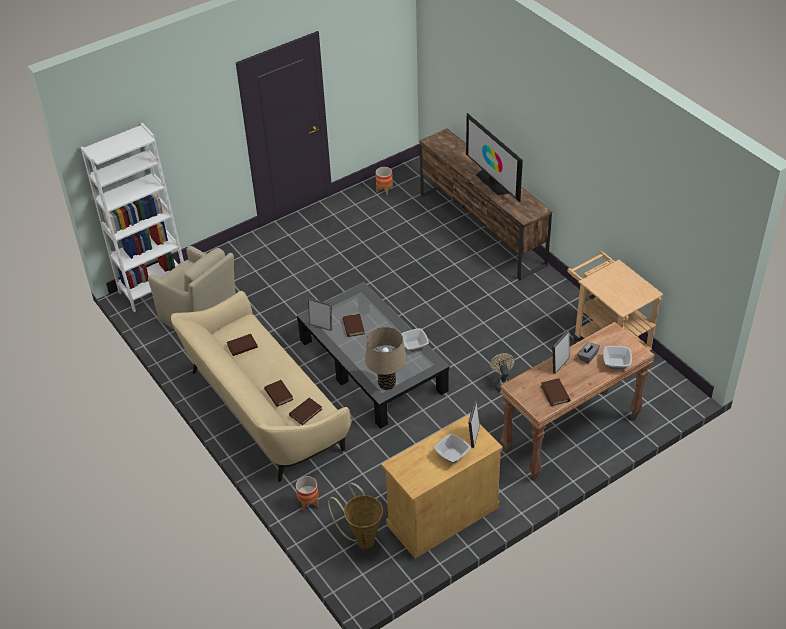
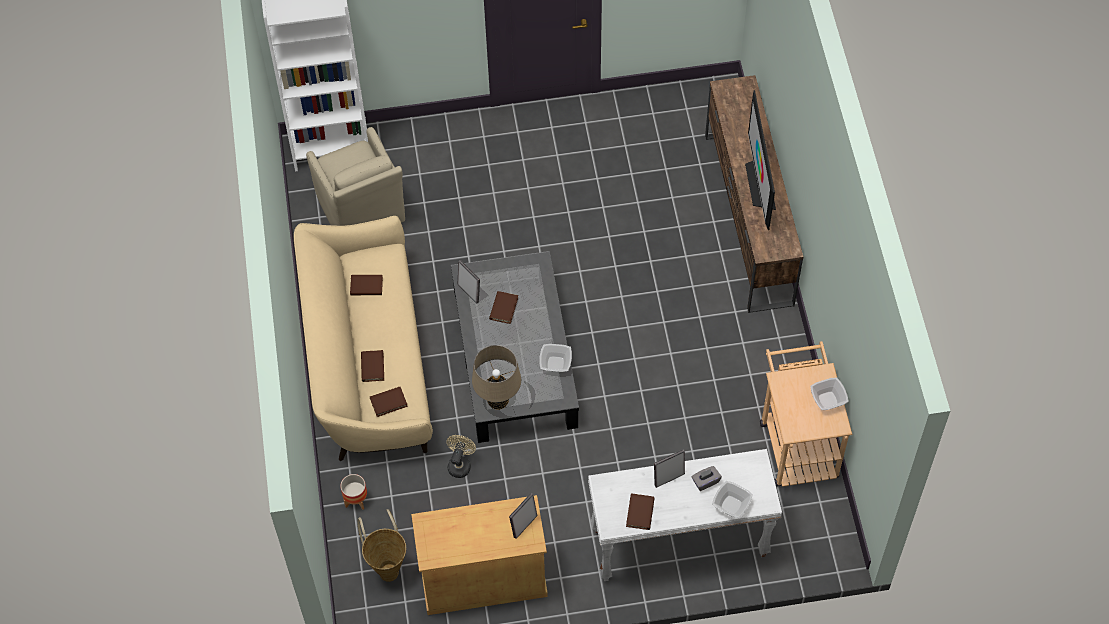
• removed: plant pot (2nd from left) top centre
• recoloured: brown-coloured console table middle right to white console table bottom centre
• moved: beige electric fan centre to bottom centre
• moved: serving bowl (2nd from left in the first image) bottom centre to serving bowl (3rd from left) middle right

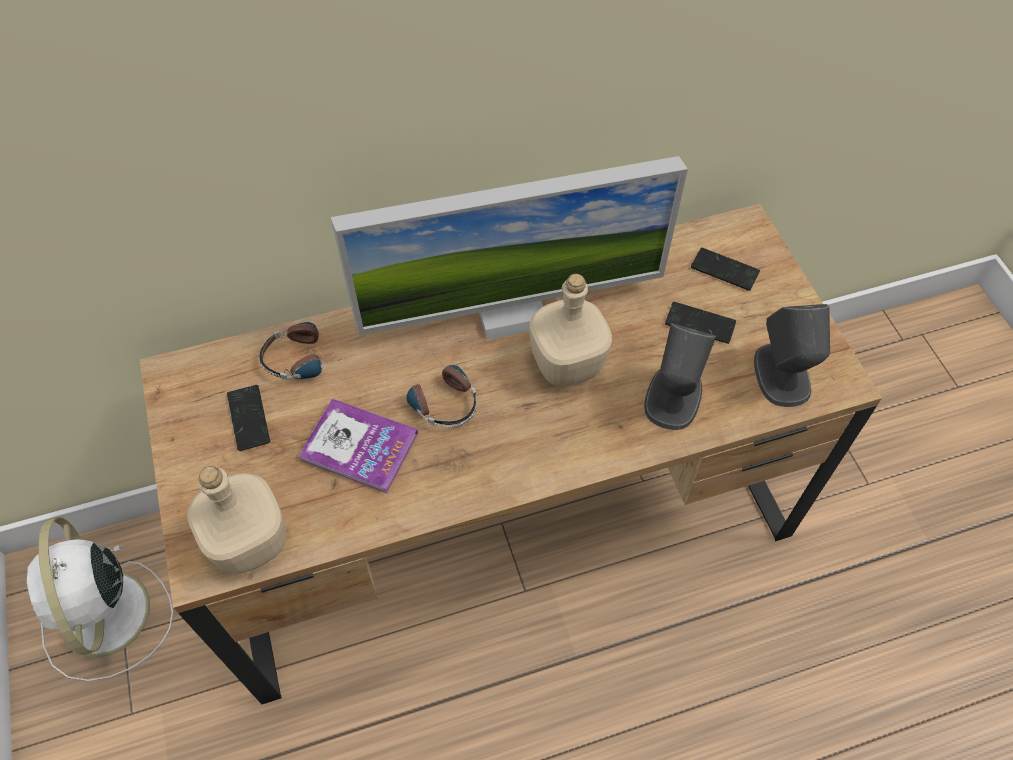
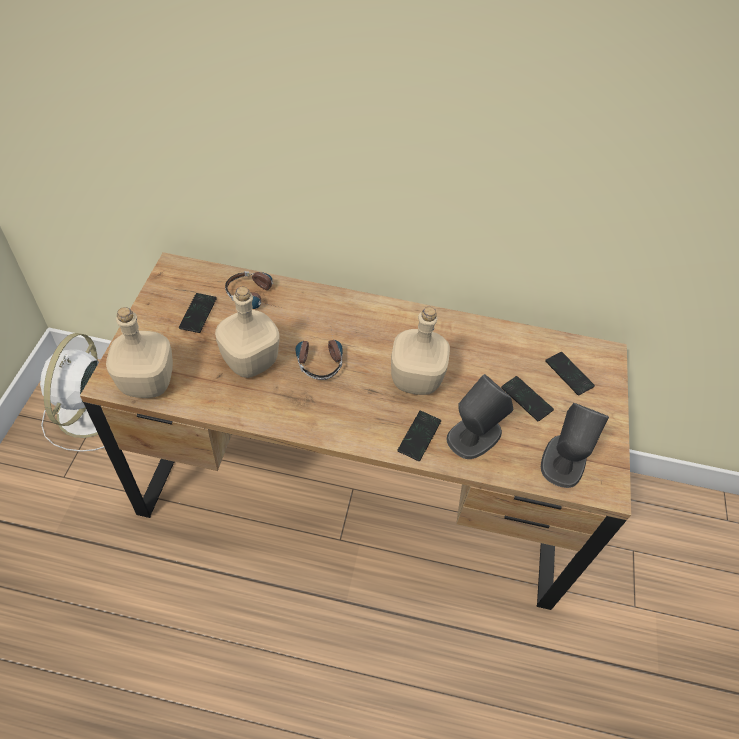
• removed: monitor top centre
• replaced: volume centre to beige beverage bottle (2nd from left) centre
• added: phone (2nd from left) centre

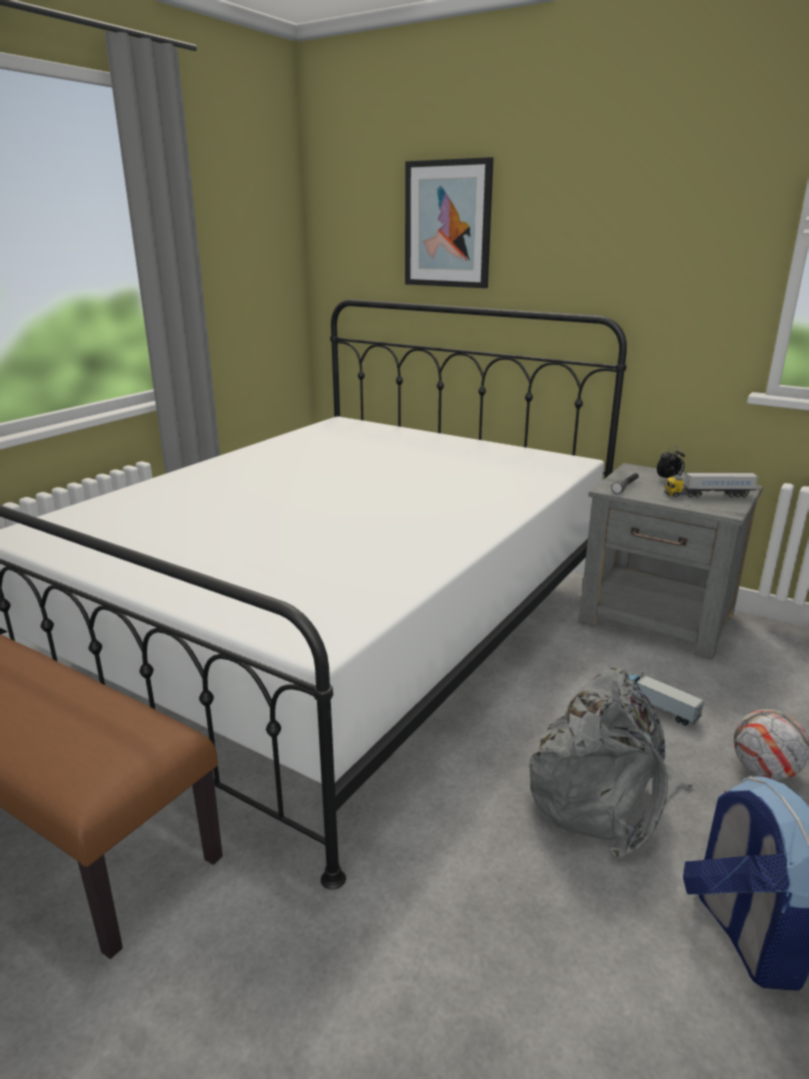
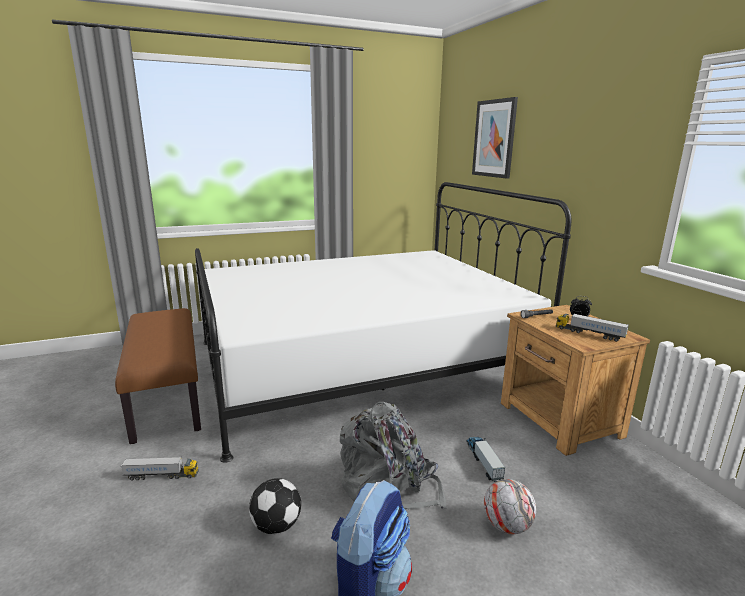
• recoloured: greyish bedside table middle right to brown-coloured bedside table middle right
• added: toy truck (1st from left) bottom left
• added: football ball (1st from left) bottom centre

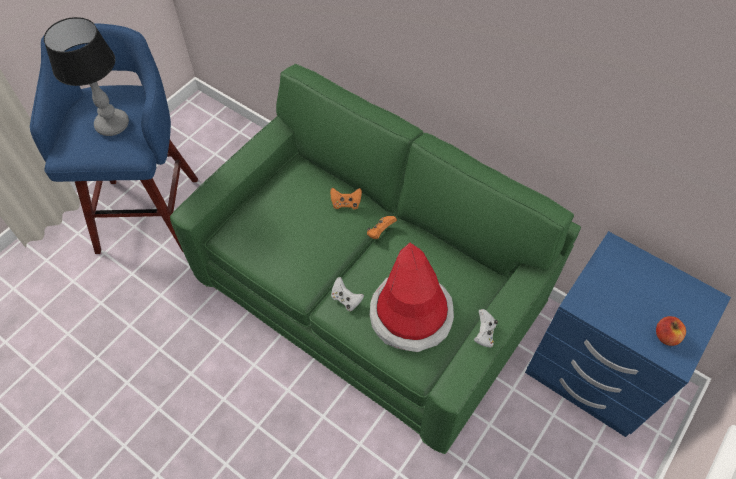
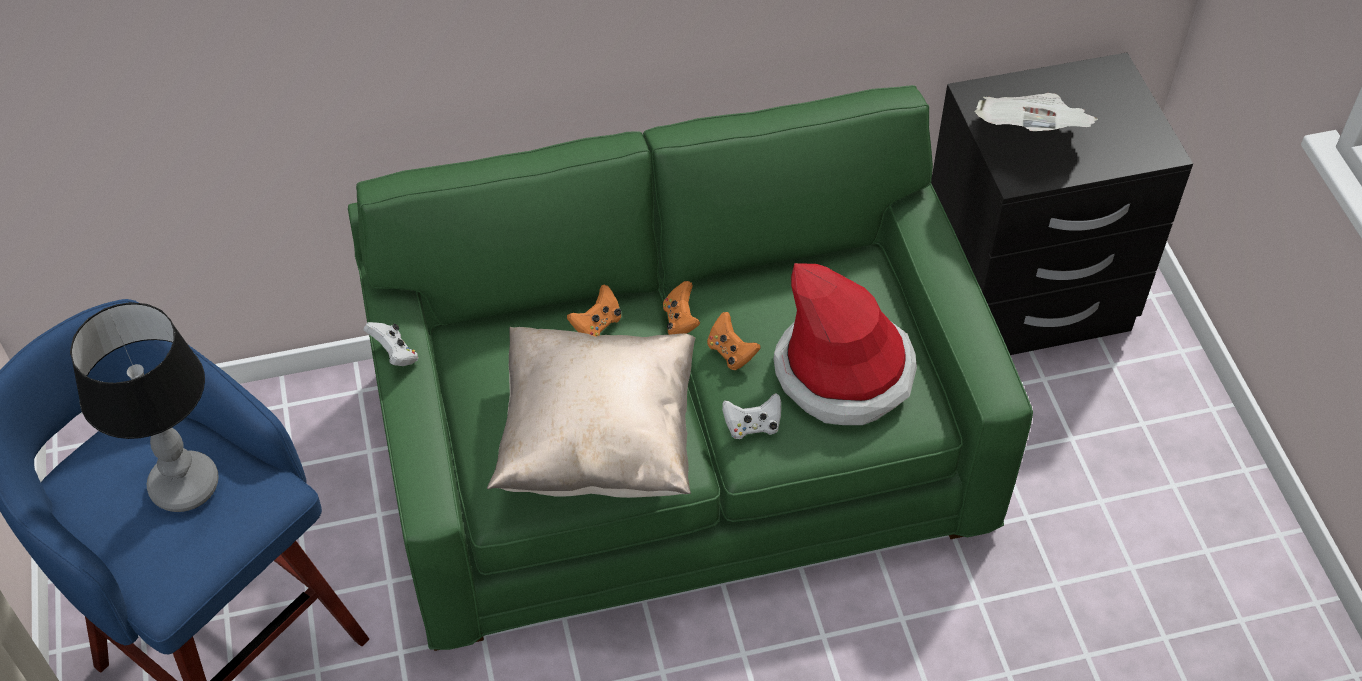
• recoloured: blue-coloured bedside table bottom right to blackish bedside table top right
• moved: white gamepad (2nd from left in the first image) bottom centre to white gamepad (1st from left) middle left
• removed: apple fruit bottom right
• added: printed paper top right
• added: orange-coloured gamepad (3rd from left) centre
• added: beige throw pillow centre

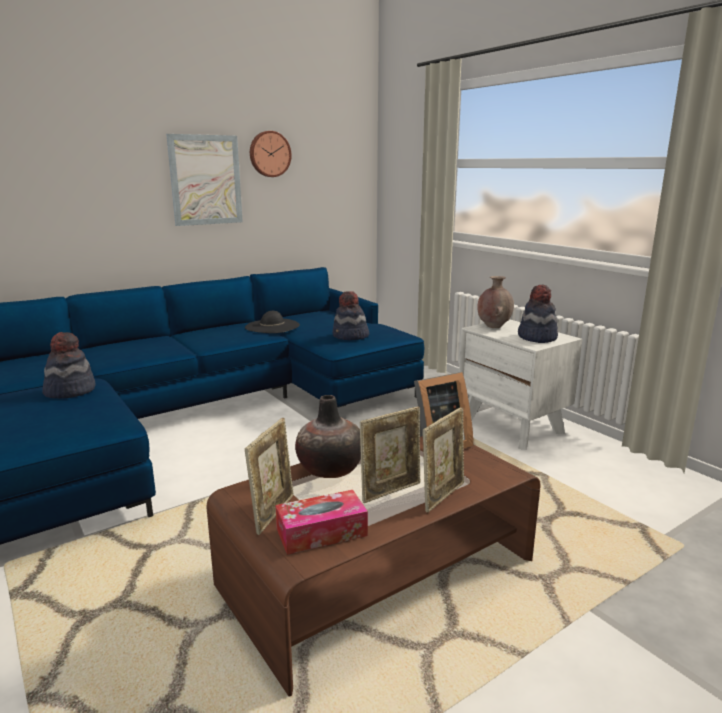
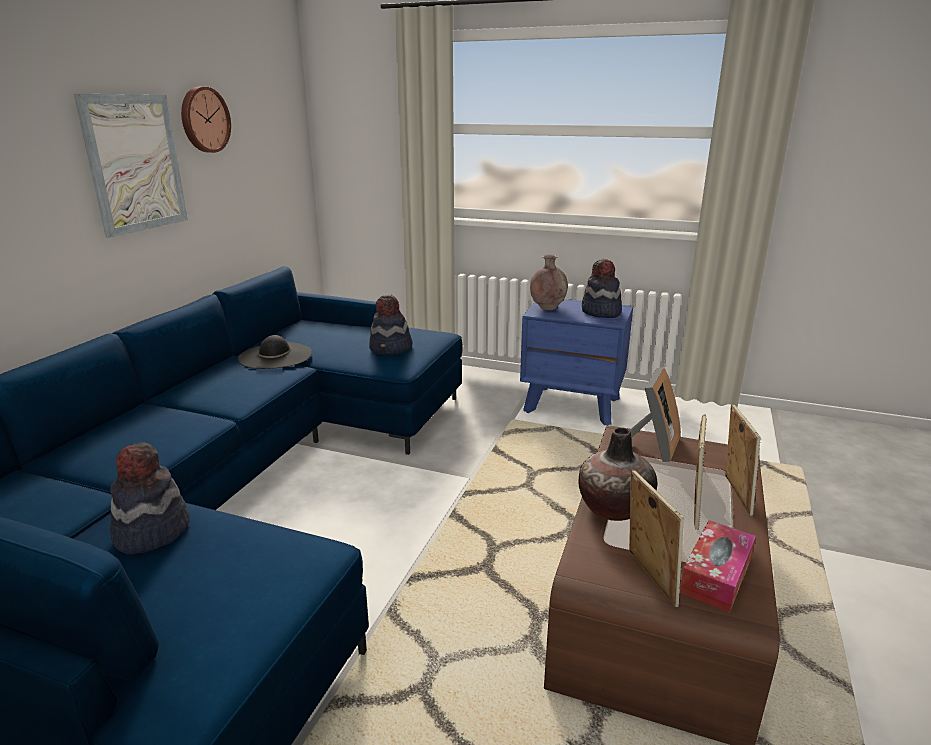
• recoloured: white bedside table middle right to blue-coloured bedside table centre

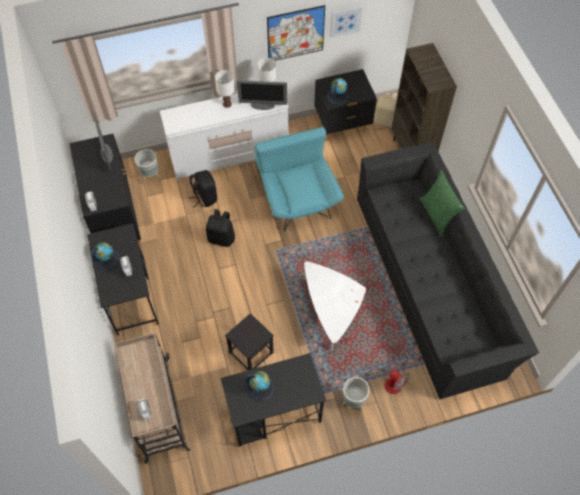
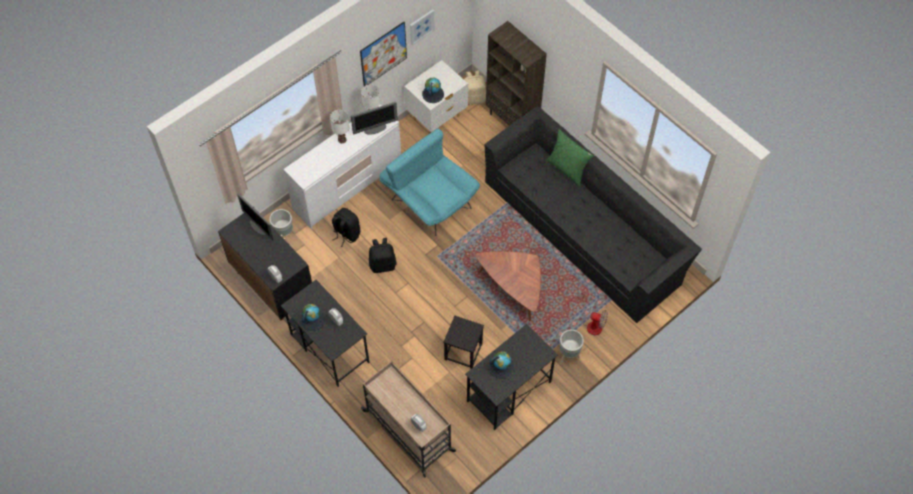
• recoloured: blackish bedside table top centre to white bedside table top centre
• recoloured: white low table centre to brown-coloured low table centre

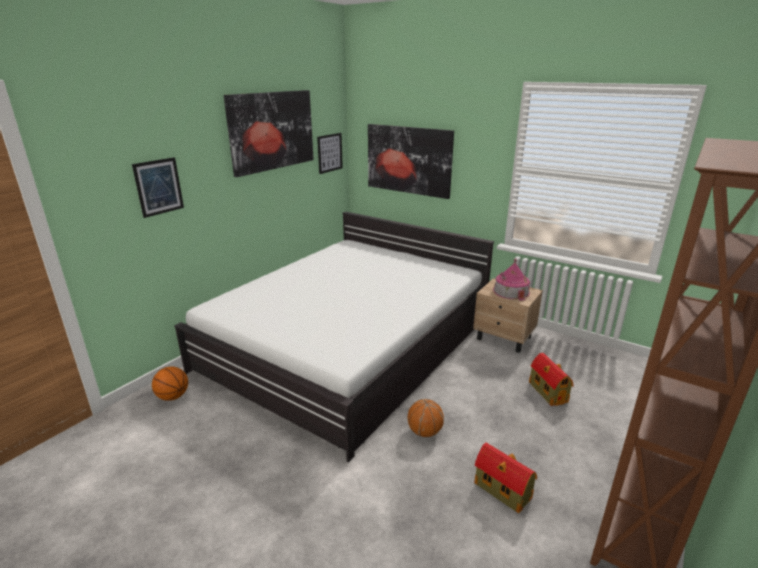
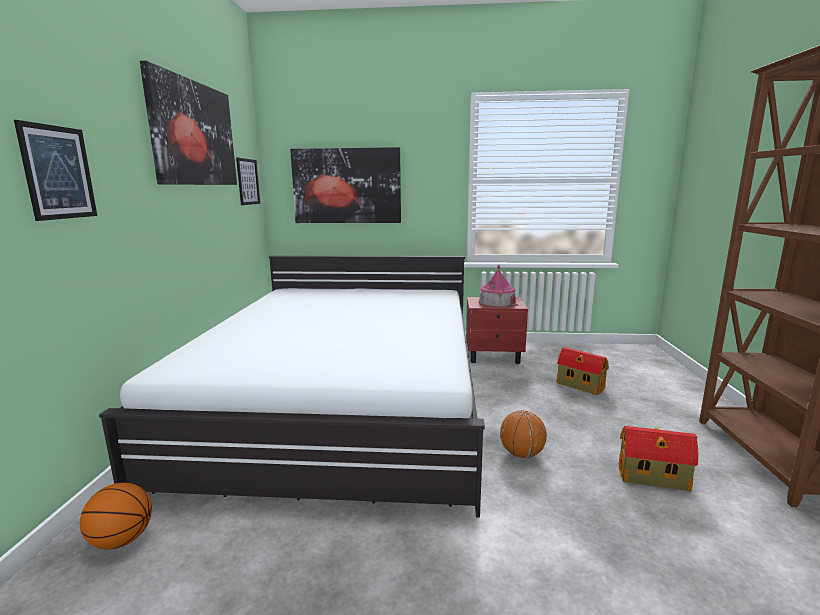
• recoloured: beige bedside table middle right to red-coloured bedside table centre

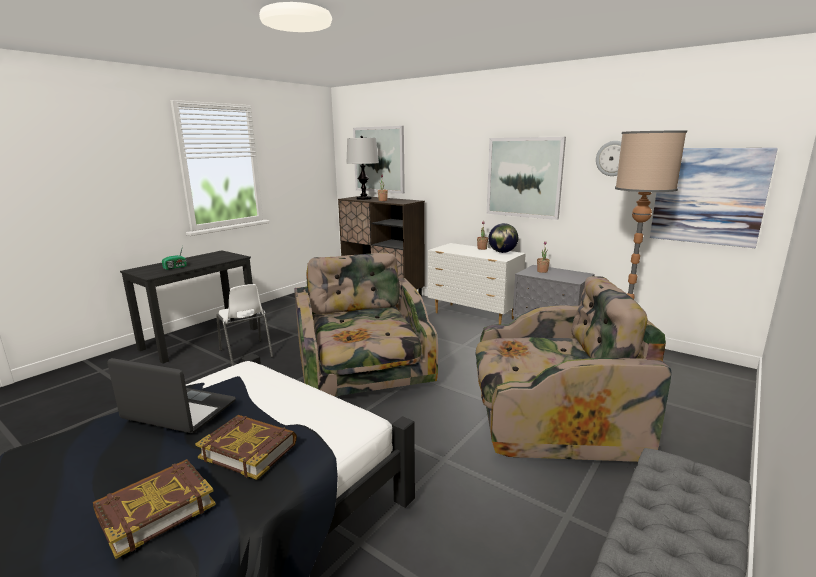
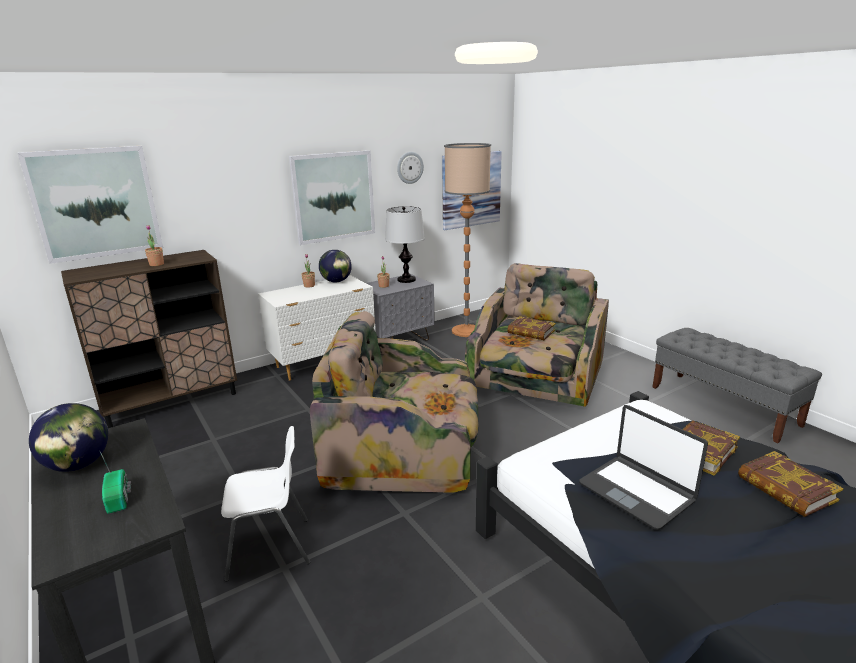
• moved: tabletop lamp top centre to centre
• turned: portable computer bottom left = bottom right 75 degrees counterclockwise
• added: volume (1st from left) centre
• added: globe (1st from left) middle left

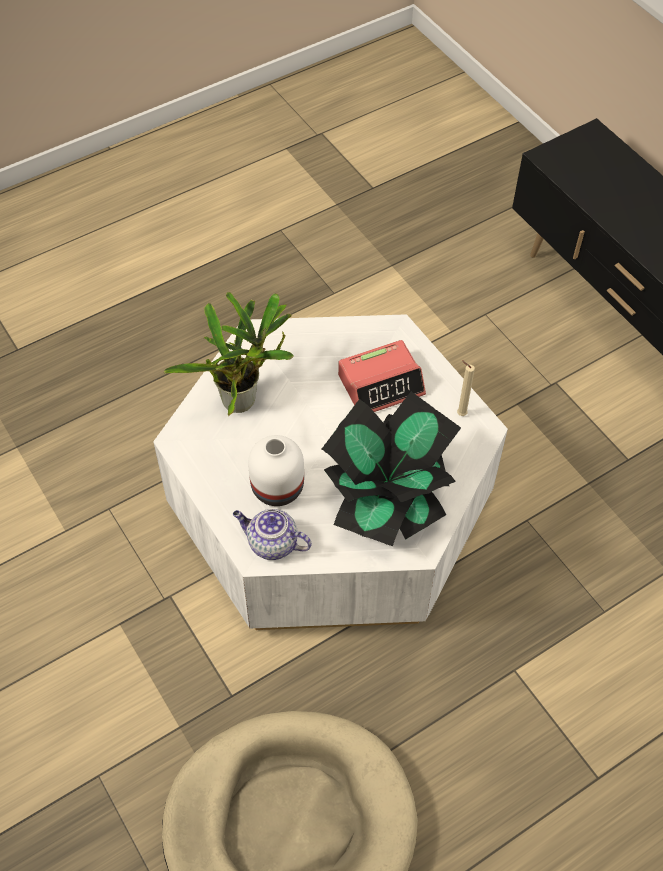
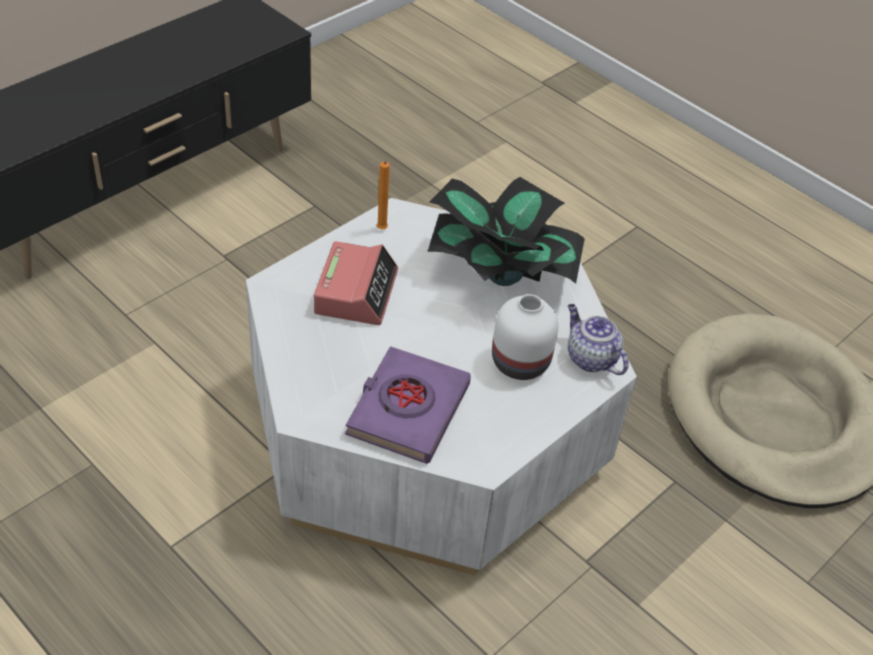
• replaced: plant in a pot (1st from left) centre to purple-coloured volume centre
• turned: bedside clock centre = centre 45 degrees clockwise
• recoloured: beige candle middle right to orange-coloured candle top centre
• turned: teapot centre = middle right 135 degrees clockwise

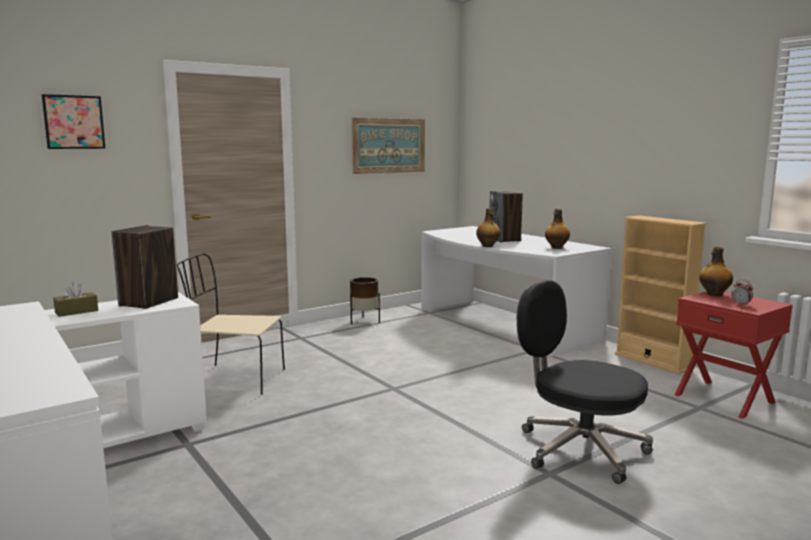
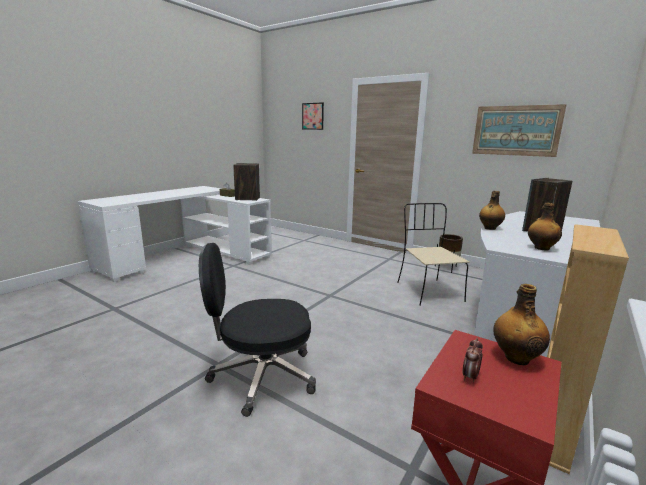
• moved: beige upright chair middle left to middle right
• turned: blackish desk chair bottom right = bottom centre 120 degrees counterclockwise

